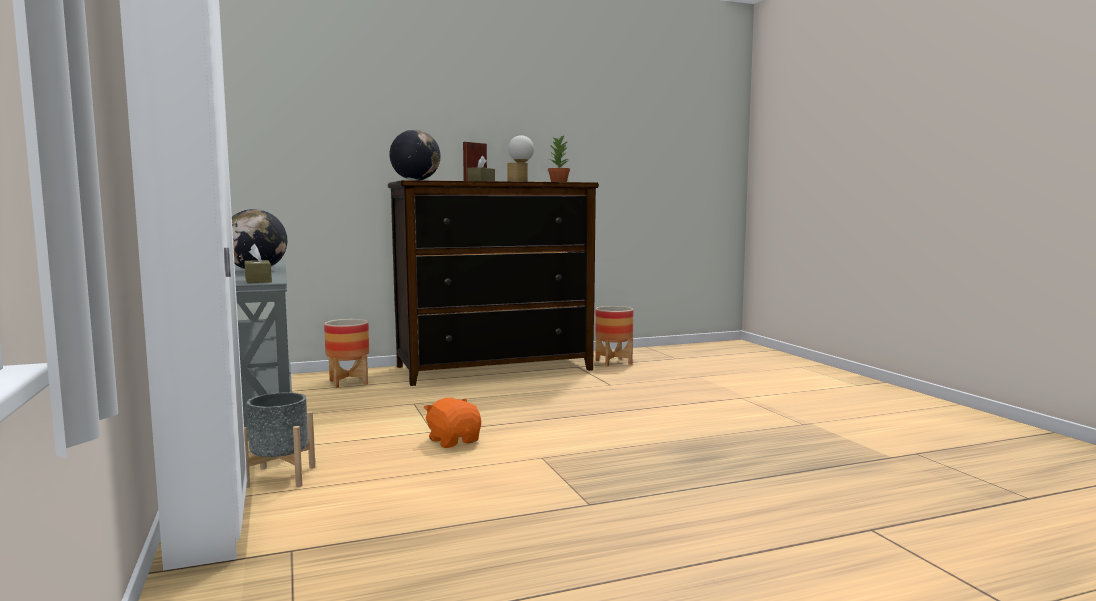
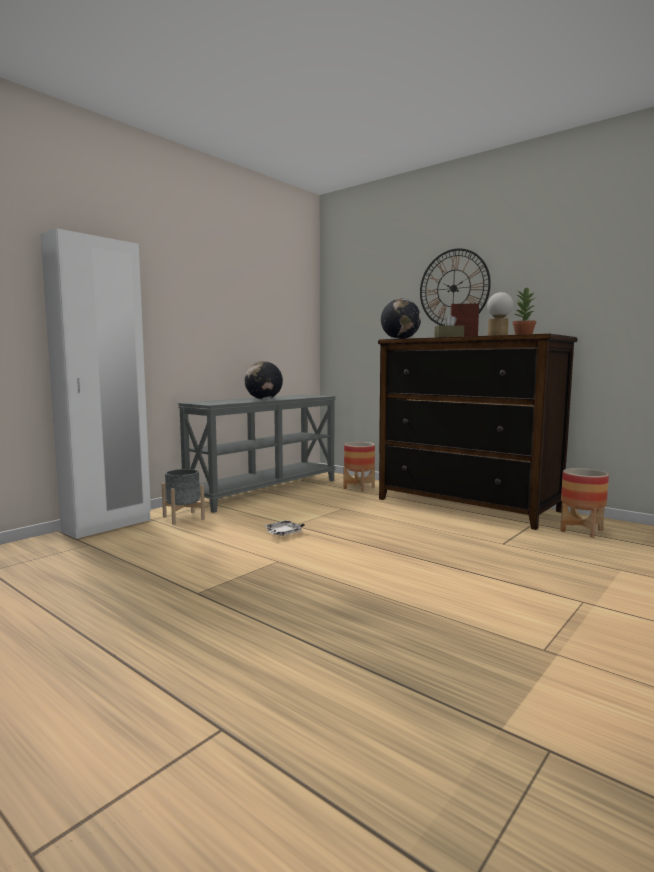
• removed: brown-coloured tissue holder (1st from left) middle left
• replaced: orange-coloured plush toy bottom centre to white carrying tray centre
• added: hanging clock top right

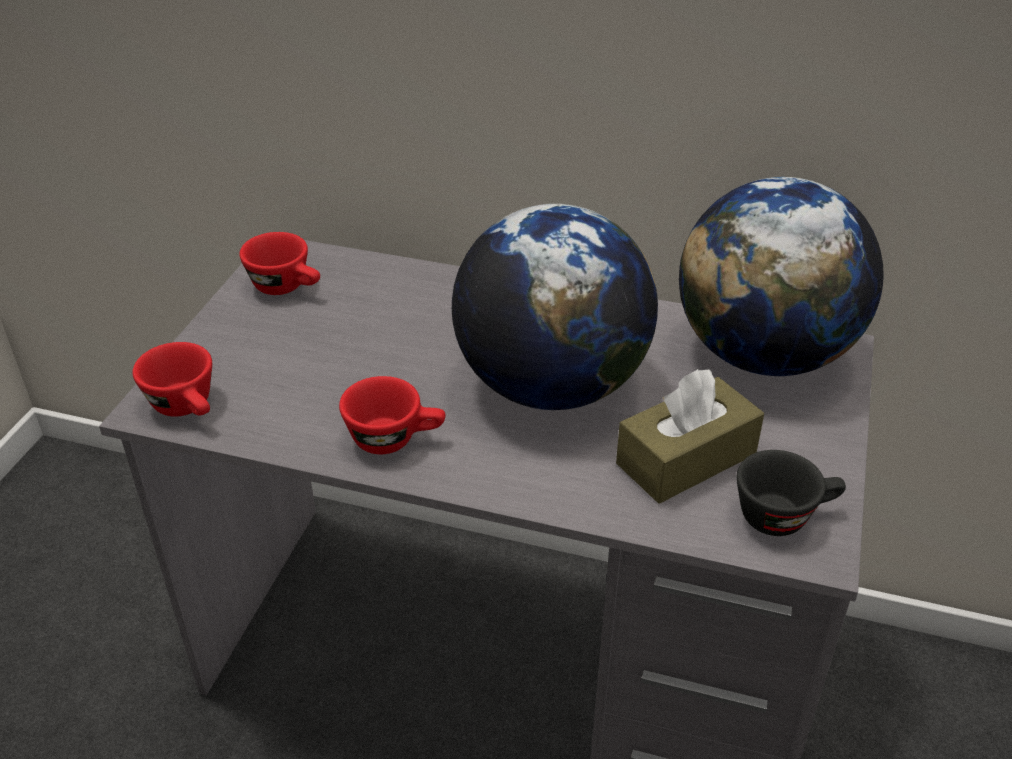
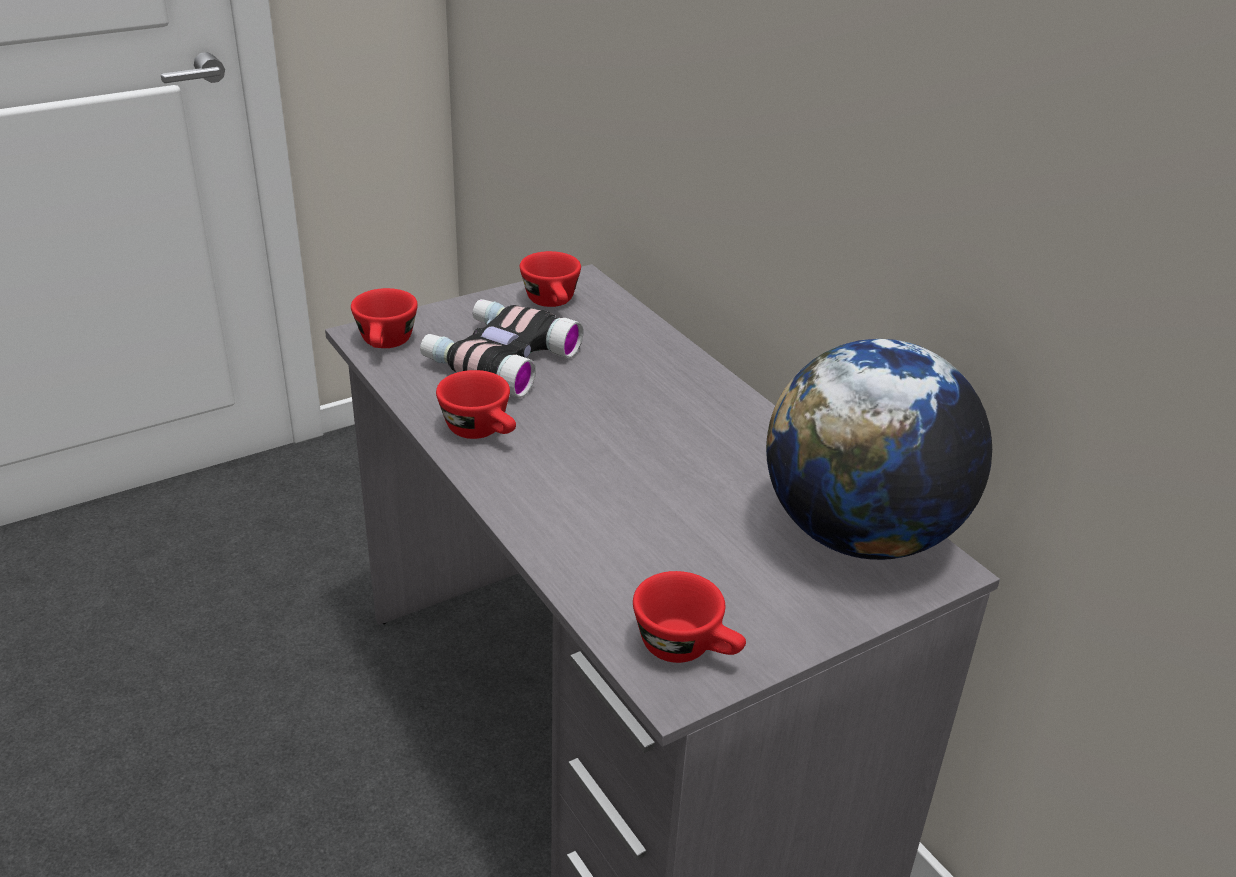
• removed: globe (1st from left) centre
• removed: brown-coloured tissue holder middle right
• recoloured: blackish cup middle right to red-coloured cup (4th from left) bottom centre
• added: field glasses centre

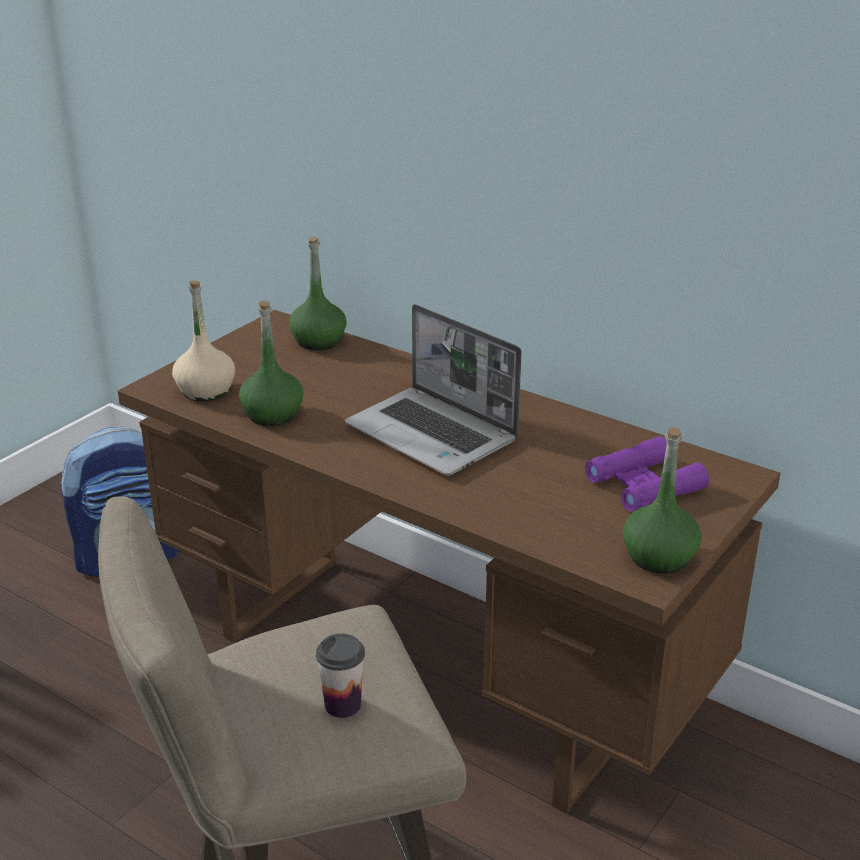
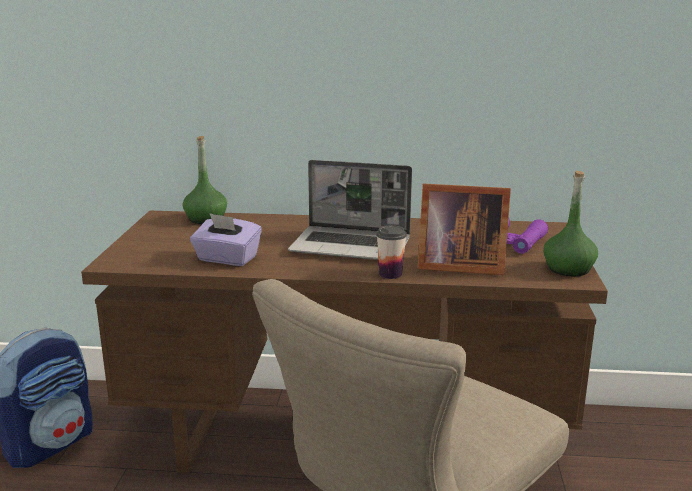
• removed: beige beverage bottle middle left
• replaced: greenish beverage bottle (1st from left) middle left to purple-coloured tissue holder middle left
• moved: cup bottom centre to centre
• added: standing frame middle right

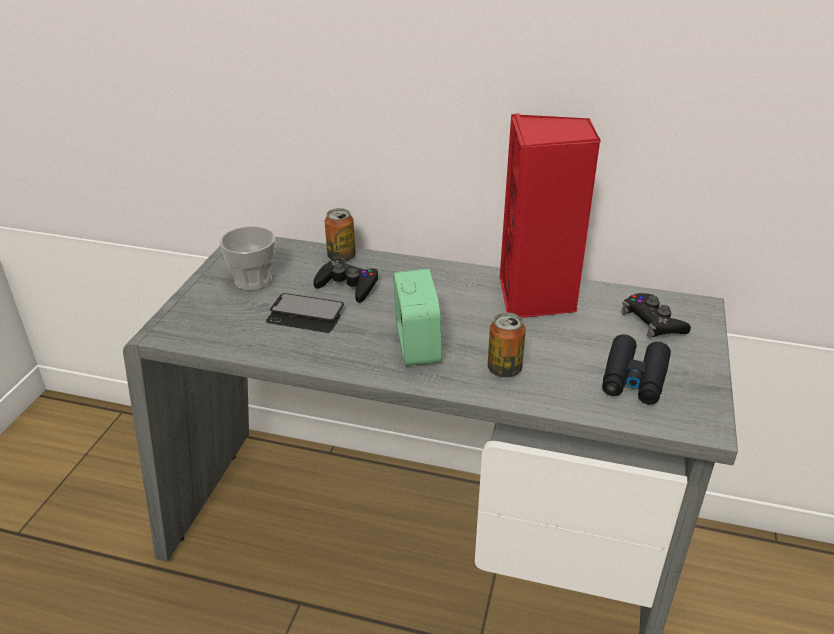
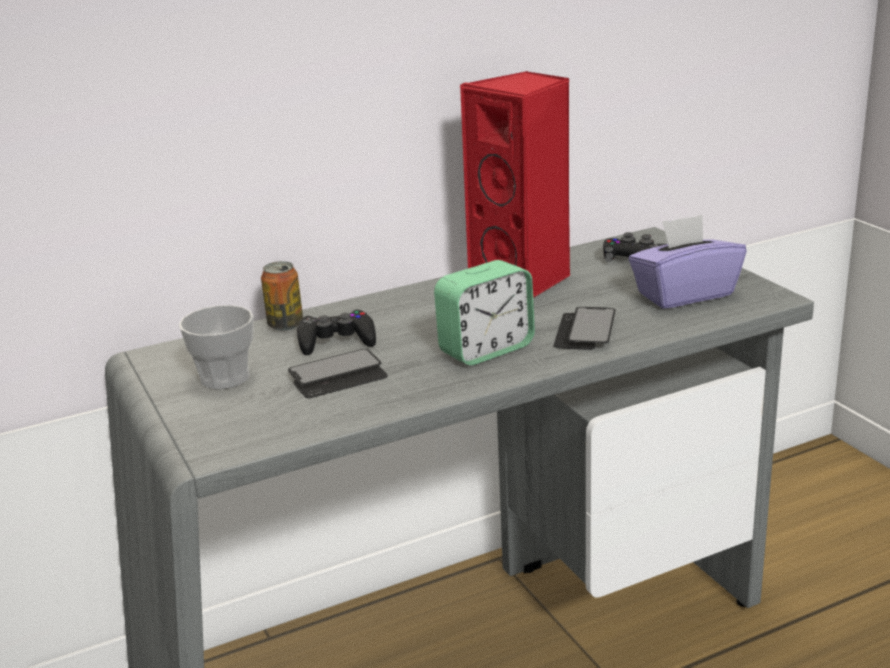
• turned: bedside clock centre = centre 105 degrees clockwise
• replaced: can (2nd from left) centre to phone (2nd from left) centre
• replaced: blackish field glasses middle right to purple-coloured tissue holder middle right

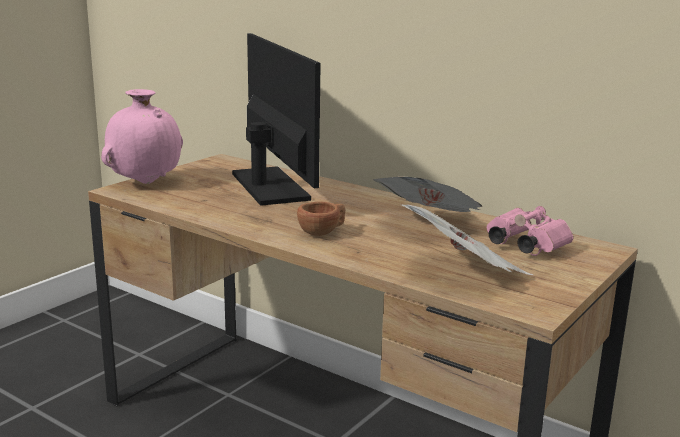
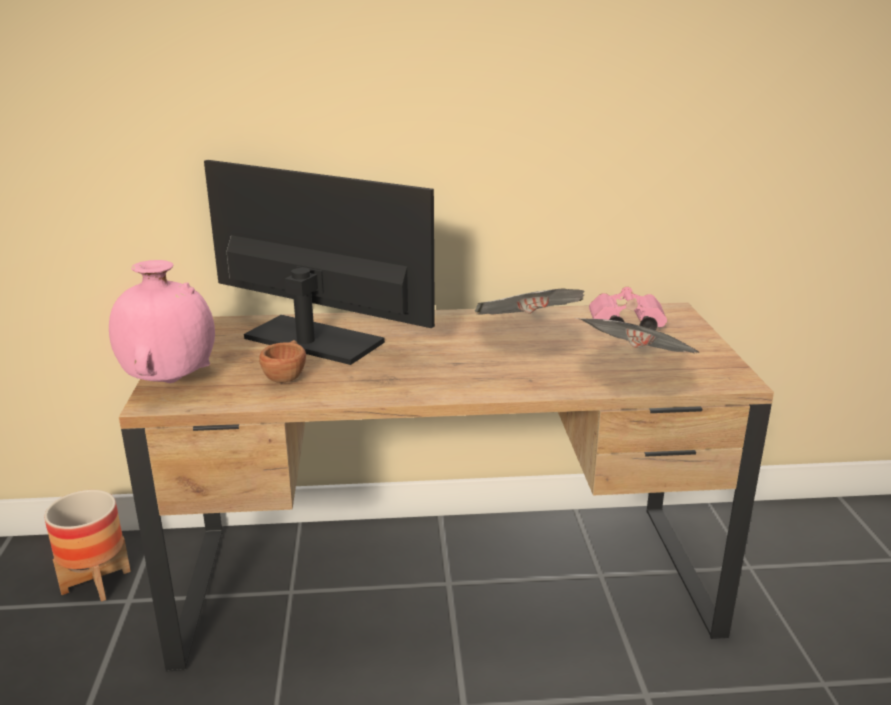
• moved: brown-coloured cup centre to middle left
• added: plant pot bottom left

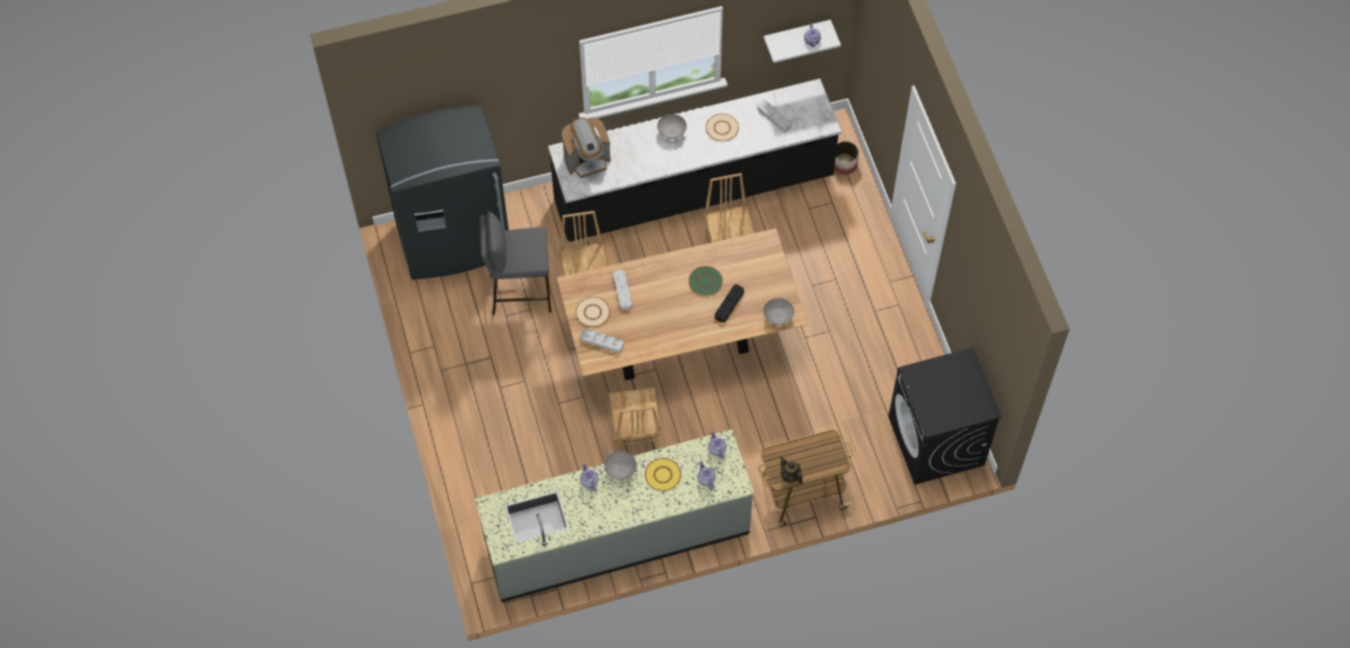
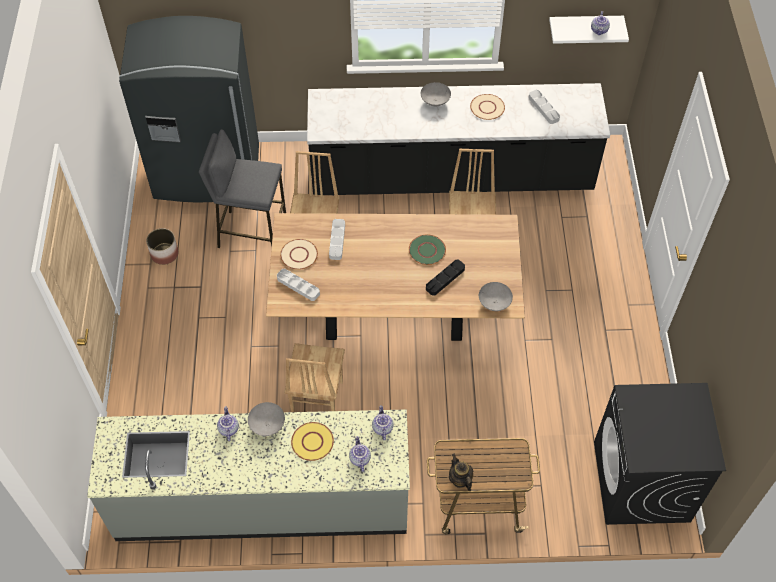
• removed: coffee machine top centre
• moved: plant pot top centre to middle left

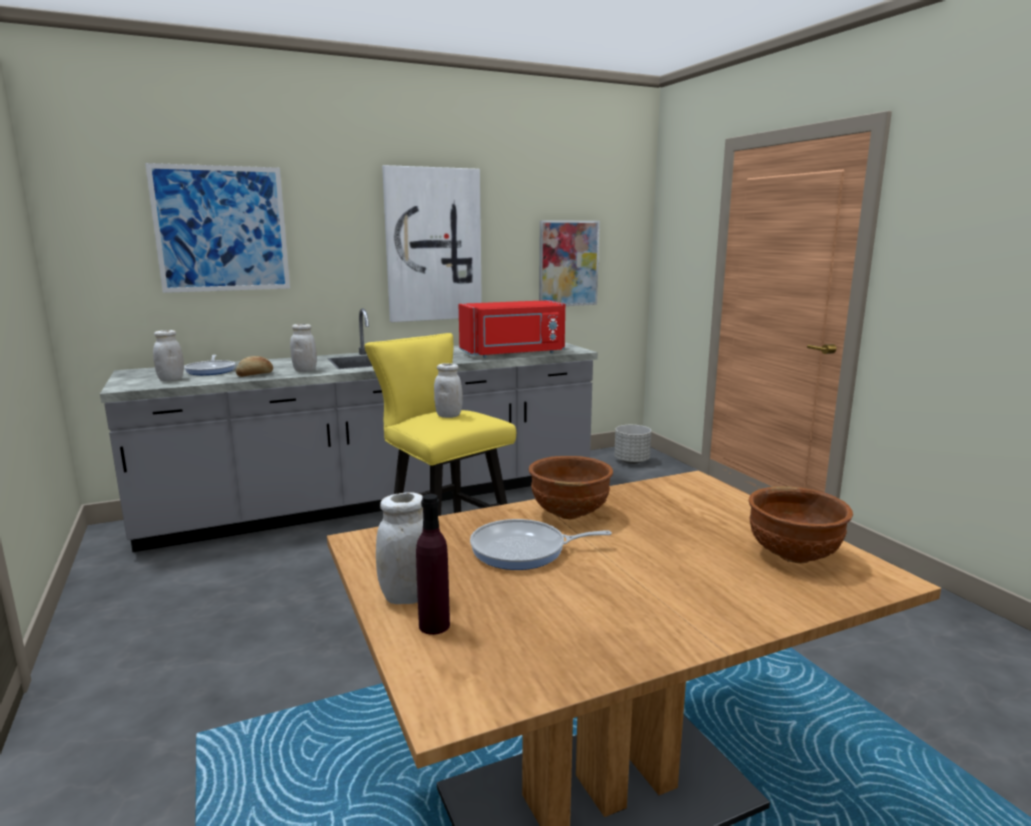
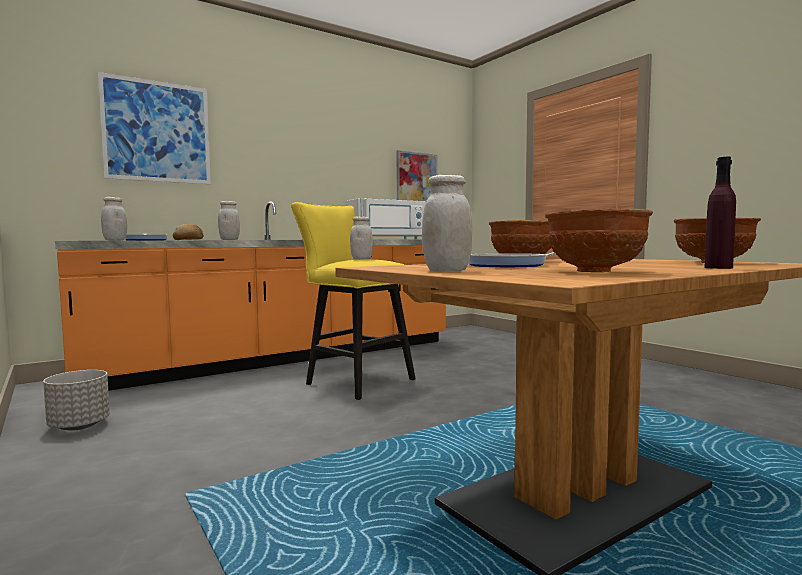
• removed: wall picture (2nd from left) top centre
• recoloured: red-coloured kitchen microwave centre to white kitchen microwave centre
• recoloured: greyish counter centre to orange-coloured counter middle left
• moved: greyish plant pot centre to bottom left
• moved: purple-coloured beverage bottle bottom centre to middle right
• added: brown-coloured serving bowl (2nd from left) middle right

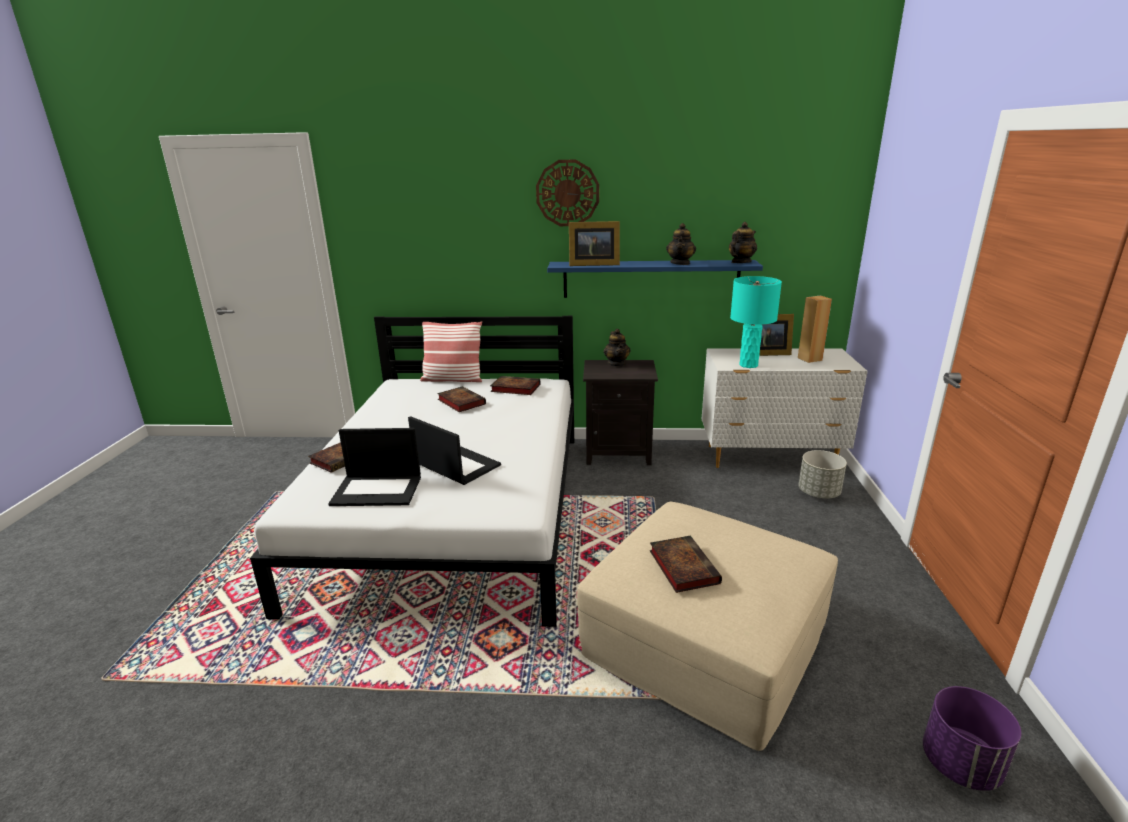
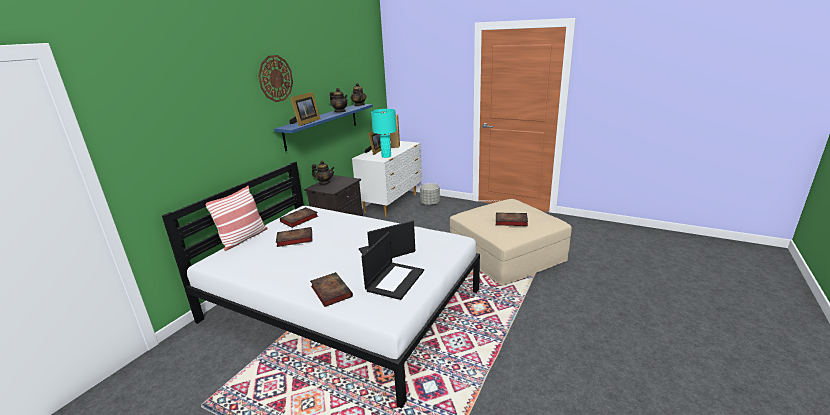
• removed: purple-coloured plant pot bottom right

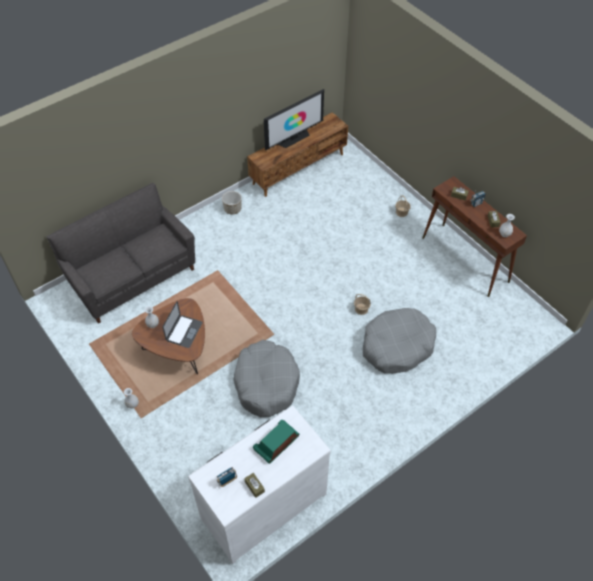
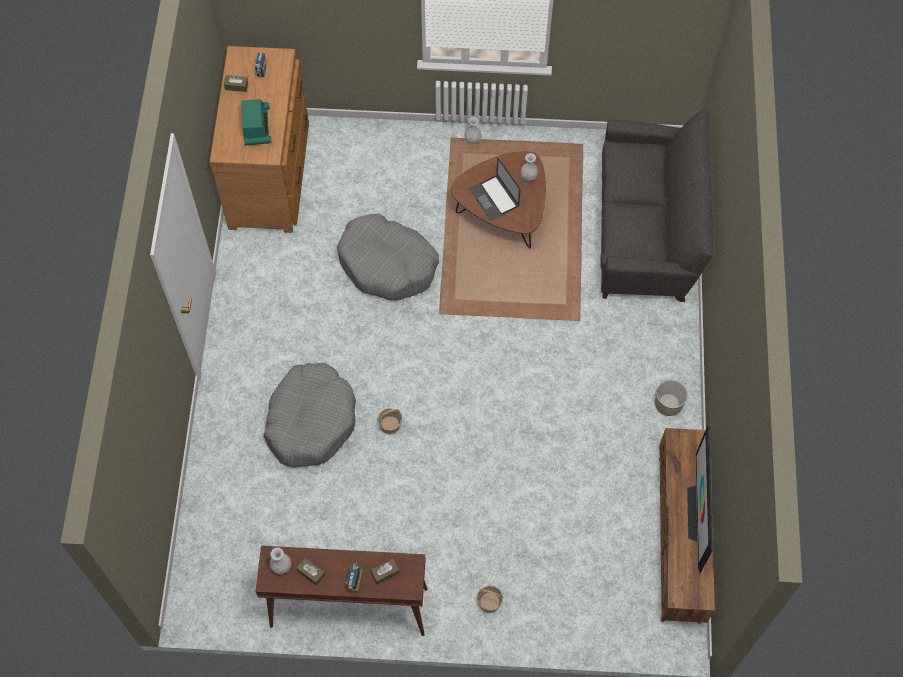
• recoloured: white chest of drawers bottom centre to brown-coloured chest of drawers top left

